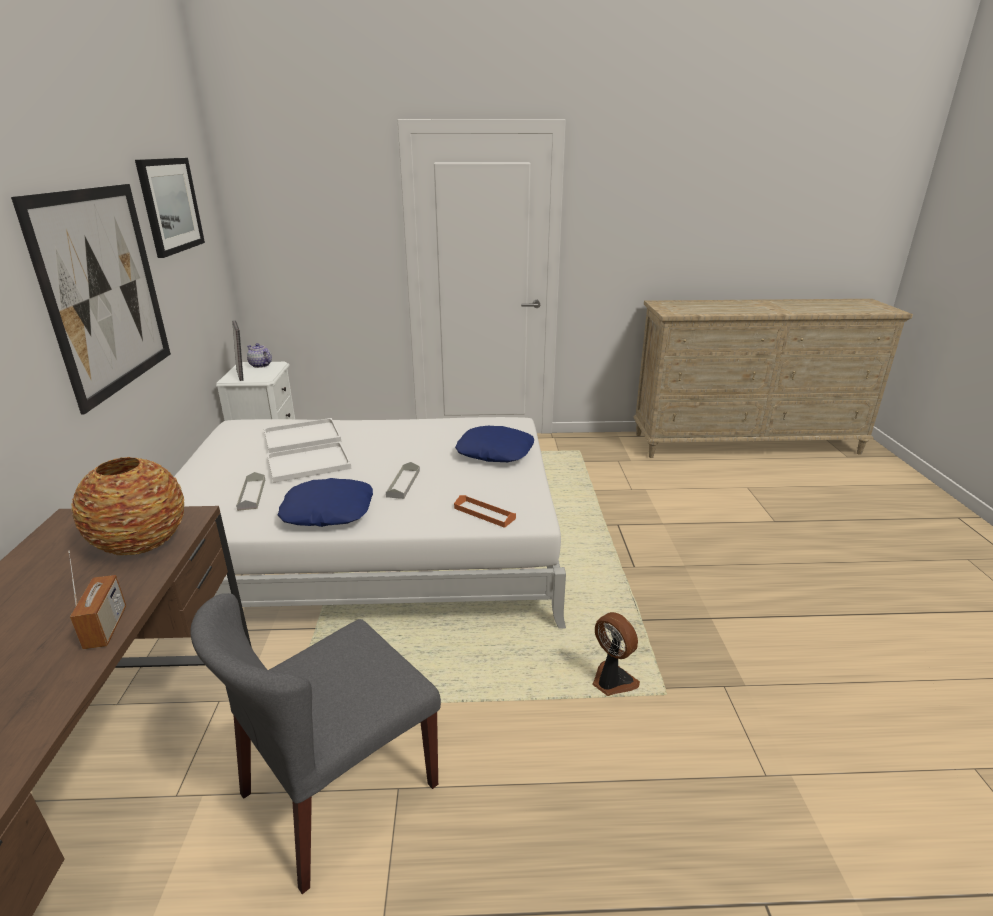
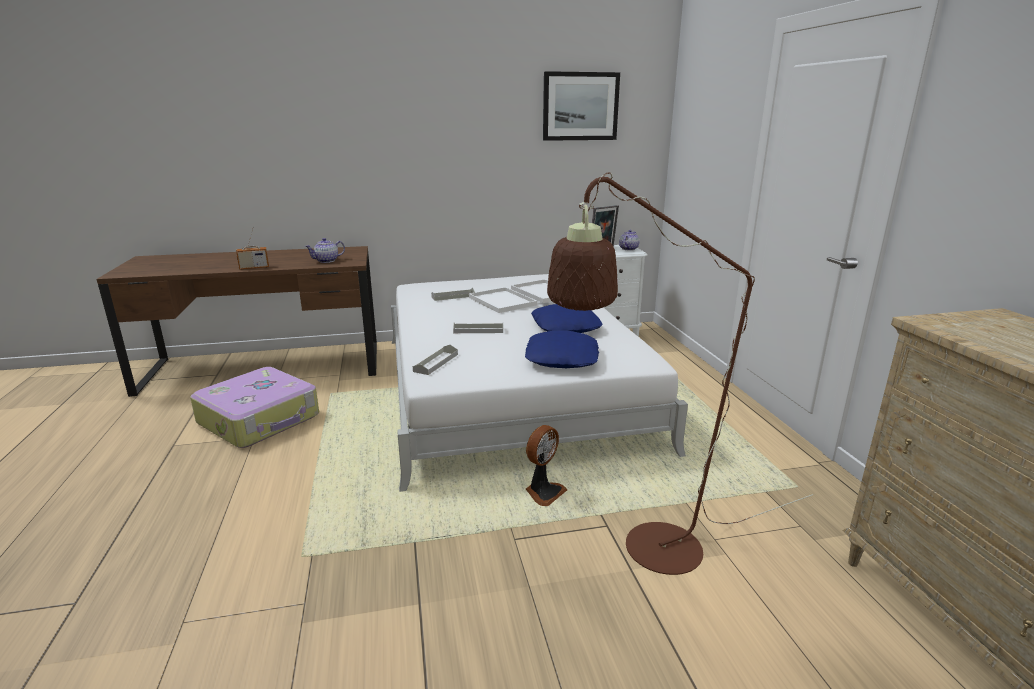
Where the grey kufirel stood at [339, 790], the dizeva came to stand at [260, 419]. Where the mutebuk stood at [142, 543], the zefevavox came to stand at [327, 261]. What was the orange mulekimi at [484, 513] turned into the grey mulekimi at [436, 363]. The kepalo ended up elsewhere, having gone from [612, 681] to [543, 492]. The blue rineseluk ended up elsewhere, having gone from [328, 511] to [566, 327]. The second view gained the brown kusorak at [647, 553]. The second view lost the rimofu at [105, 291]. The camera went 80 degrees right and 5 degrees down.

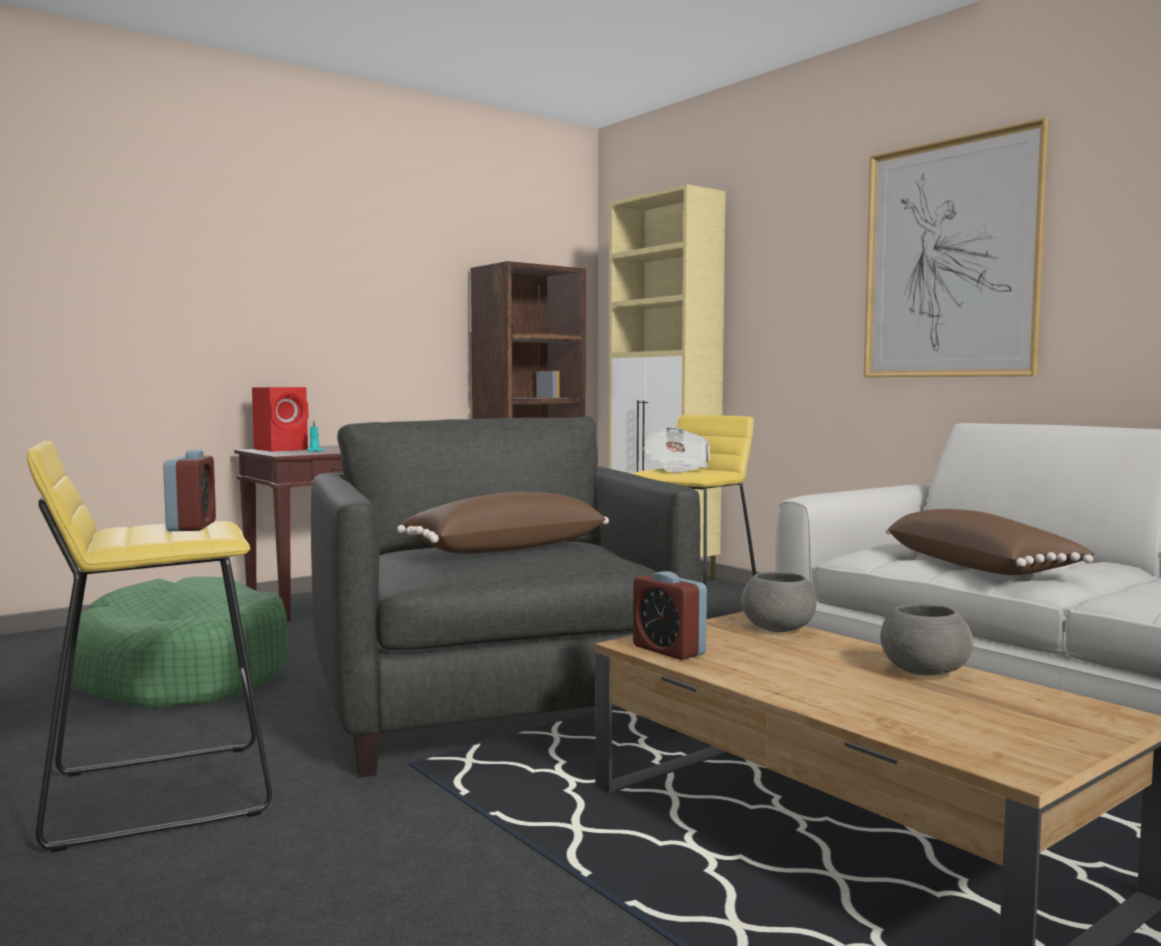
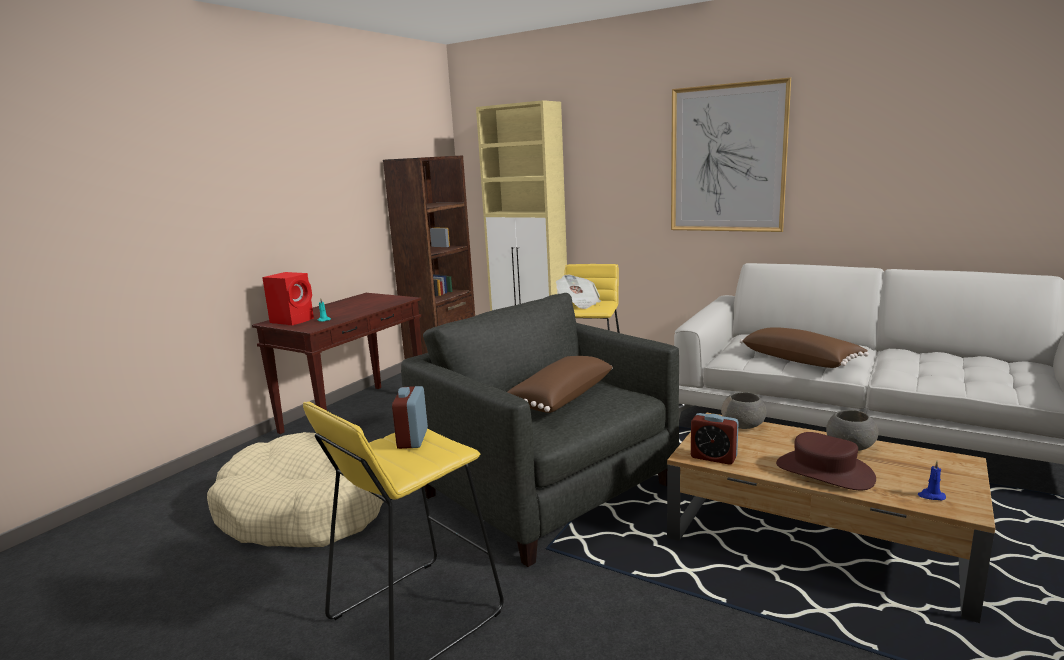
What was the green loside at [180, 674] turned into the beige loside at [305, 510]. The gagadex at [191, 526] ended up facing another way, 150 degrees counterclockwise from before. The second view gained the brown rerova at [824, 472]. The second view gained the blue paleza at [931, 496]. The camera went 20 degrees left and 10 degrees up.

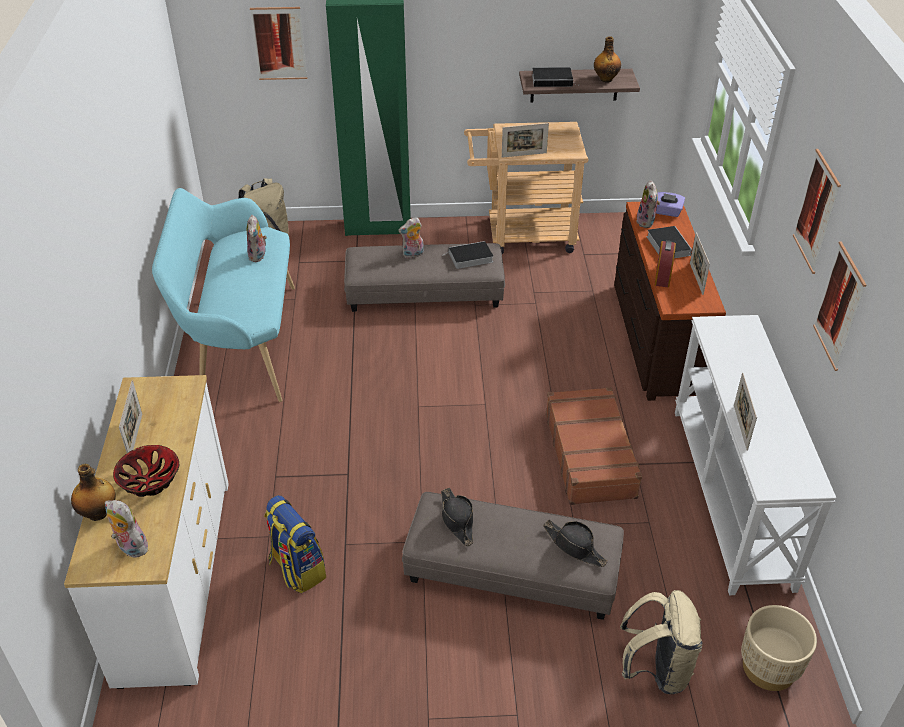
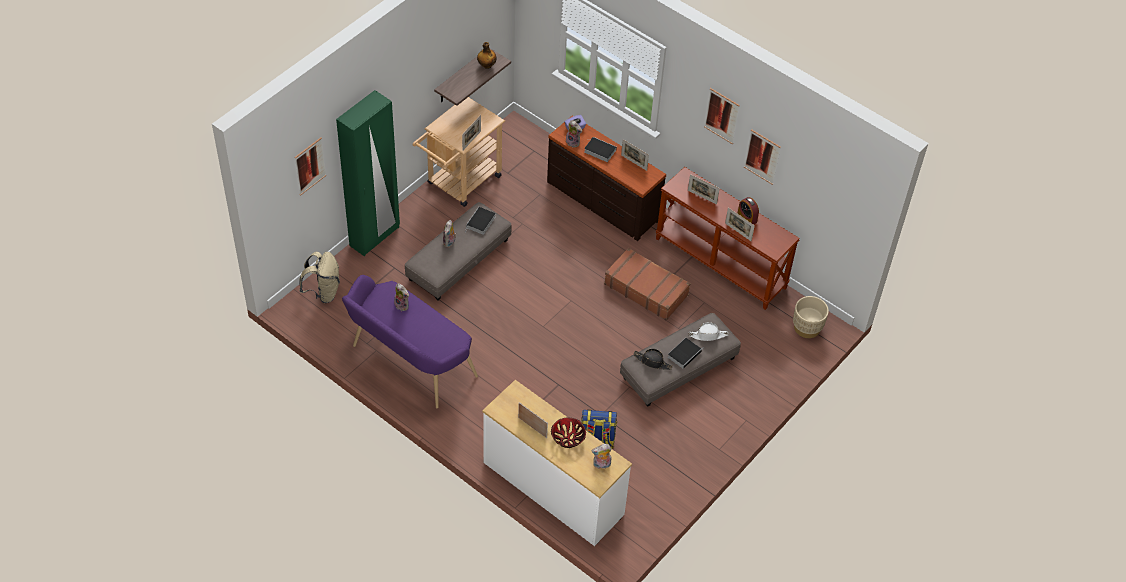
What was the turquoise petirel at [241, 343] turned into the purple petirel at [409, 363]. What was the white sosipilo at [732, 495] turned into the brown sosipilo at [721, 262]. The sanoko ended up elsewhere, having gone from [553, 80] to [684, 353]. The second view gained the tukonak at [702, 197]. What was the black rerova at [574, 546] turned into the white rerova at [708, 335]. The gagadex ended up elsewhere, having gone from [662, 276] to [747, 217]. The second view lost the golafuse at [99, 513]. The second view lost the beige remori at [657, 669]. The camera went 50 degrees left and 10 degrees up.

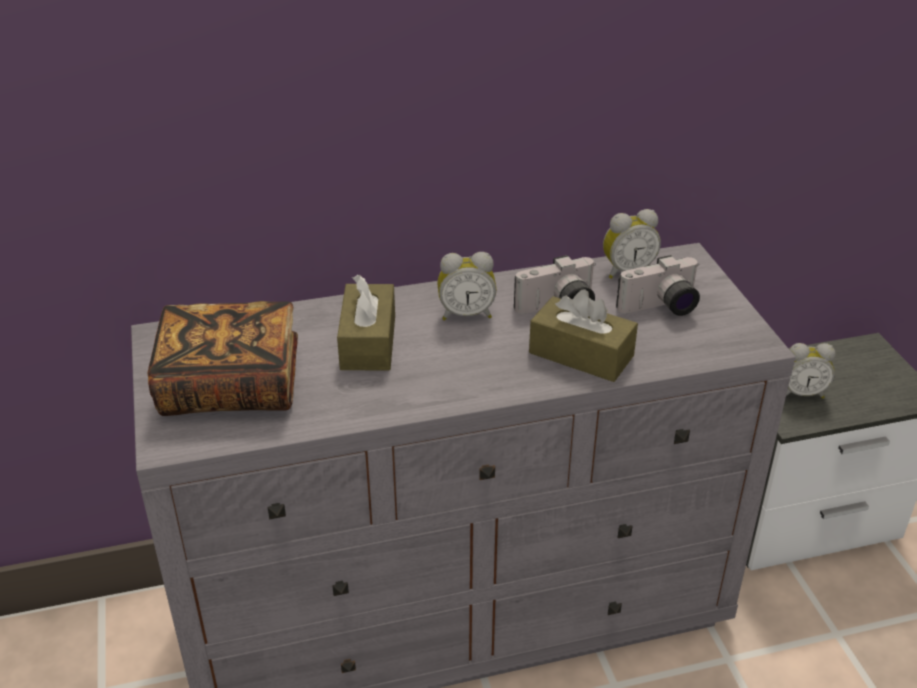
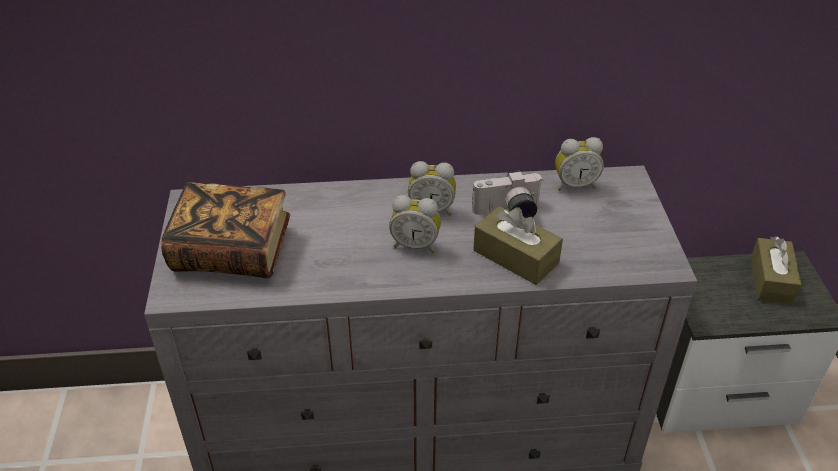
The gagadex ended up elsewhere, having gone from [800, 393] to [415, 245]. The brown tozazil ended up elsewhere, having gone from [368, 342] to [771, 280]. The second view lost the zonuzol at [661, 308]. The camera went 10 degrees right and 5 degrees up.

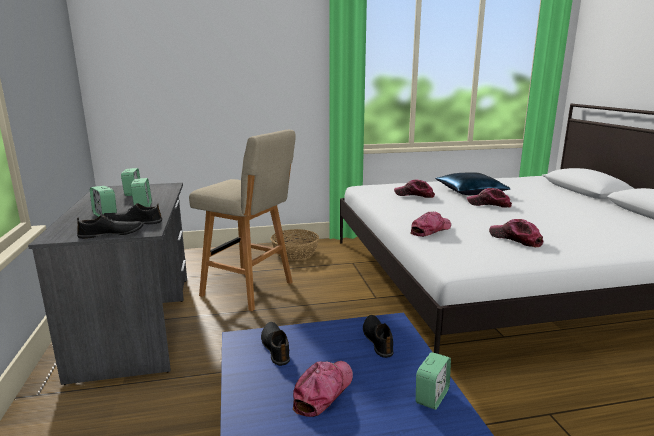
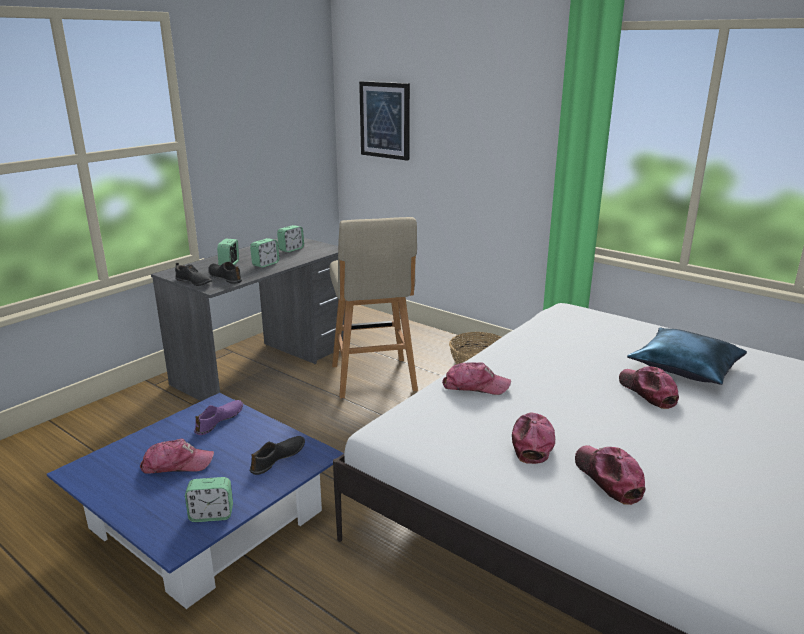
What was the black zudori at [276, 347] turned into the purple zudori at [219, 421]. The second view gained the rimofu at [385, 120]. The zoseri ended up elsewhere, having gone from [414, 195] to [608, 478]. The camera went 50 degrees right and 5 degrees up.

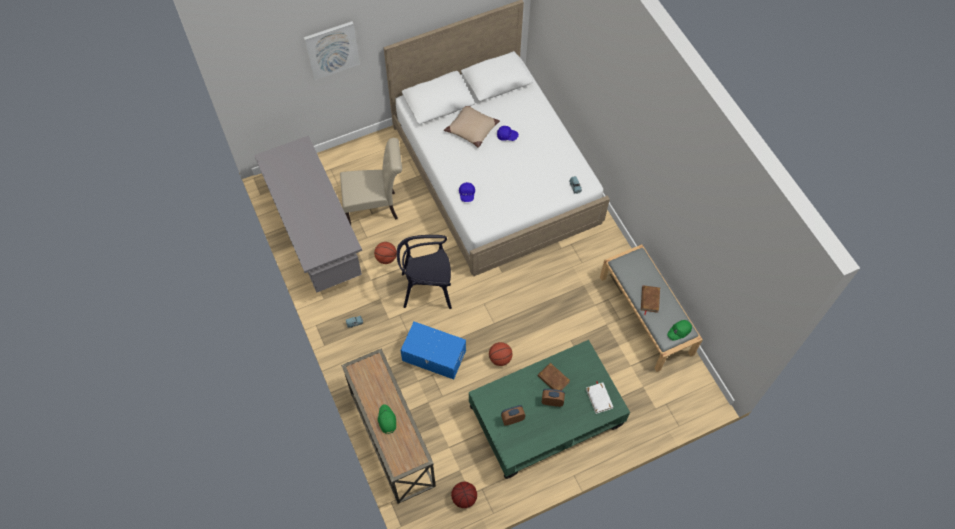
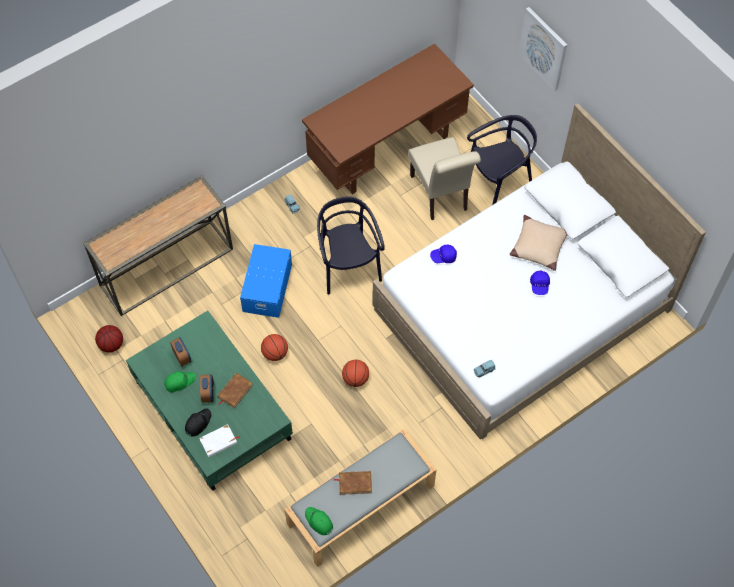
The green zoseri ended up elsewhere, having gone from [386, 420] to [179, 381]. The second view gained the black zoseri at [197, 423]. What was the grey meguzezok at [316, 238] turned into the brown meguzezok at [387, 149]. The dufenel ended up elsewhere, having gone from [386, 258] to [355, 378]. The second view gained the black kufirel at [498, 183]. The camera went 80 degrees right and 0 degrees up.

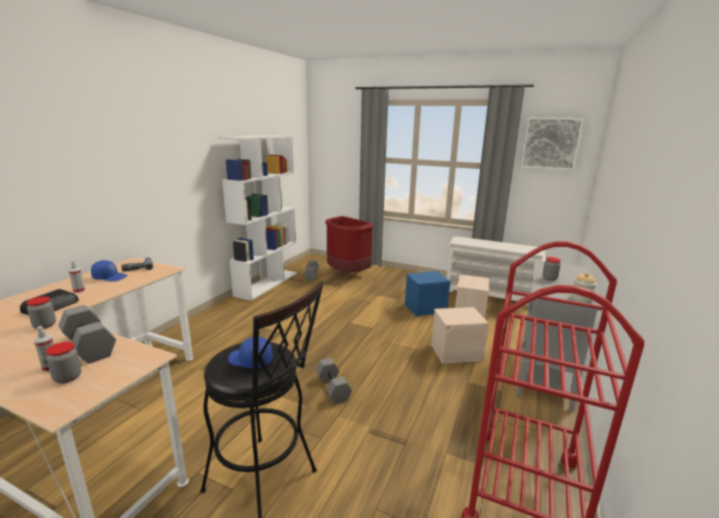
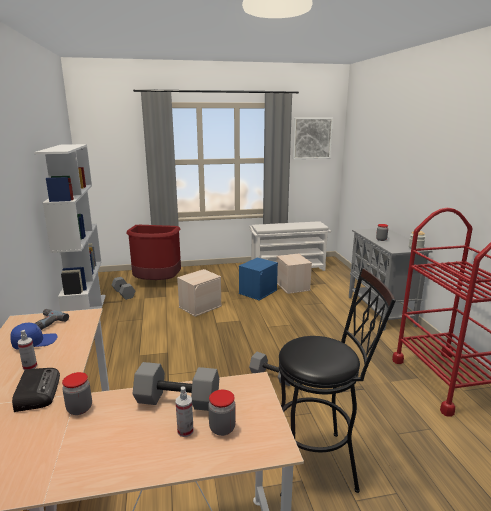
The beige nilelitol ended up elsewhere, having gone from [456, 352] to [200, 306]. The second view lost the blue zoseri at [250, 360]. The camera went 35 degrees left and 0 degrees up.

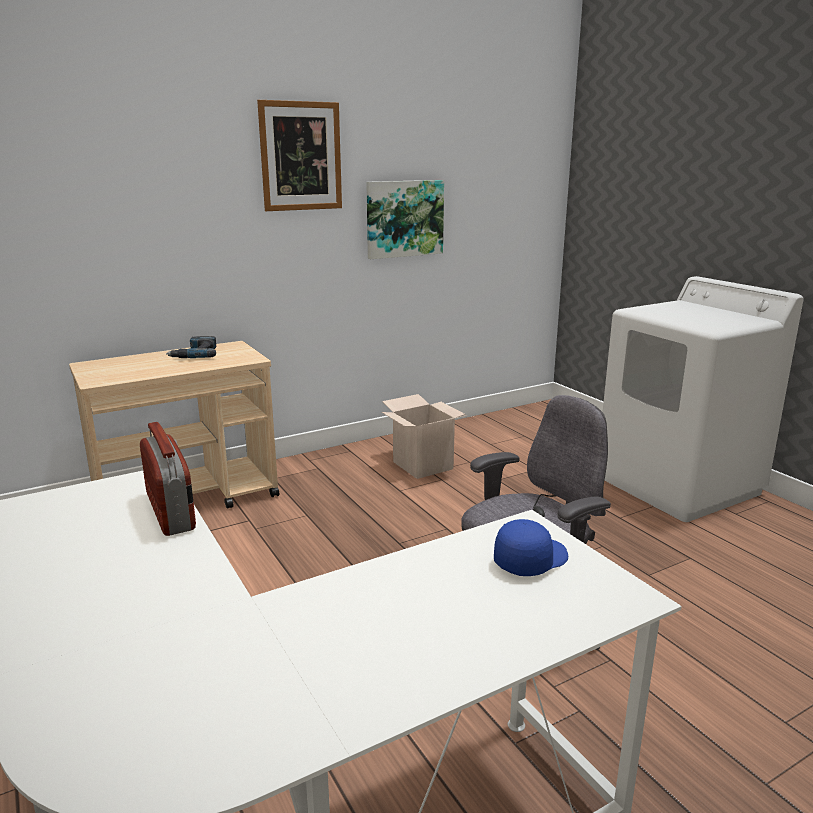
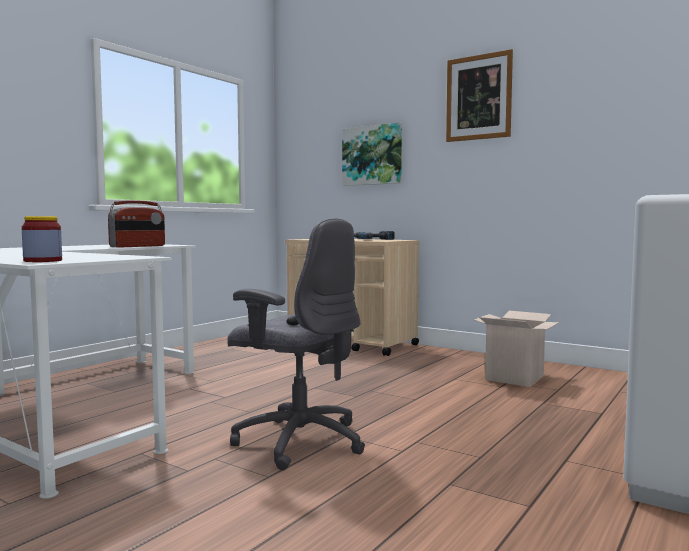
The second view gained the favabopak at [43, 261]. The rimofu ended up elsewhere, having gone from [404, 218] to [372, 155]. The second view lost the blue zoseri at [530, 560]. The camera went 65 degrees right and 15 degrees down.

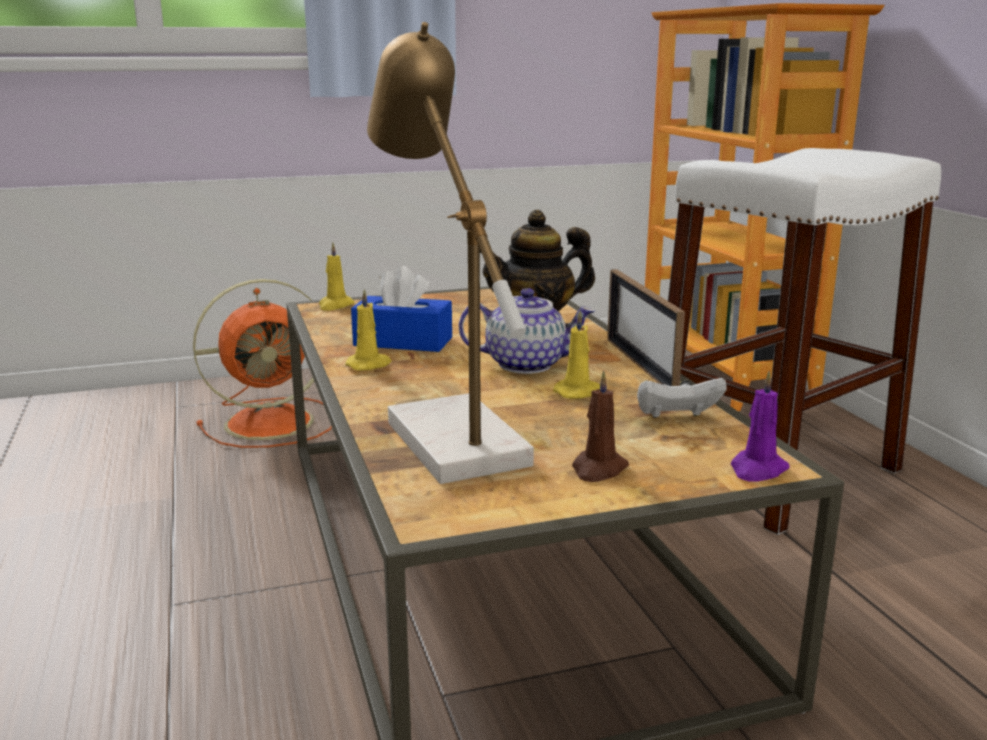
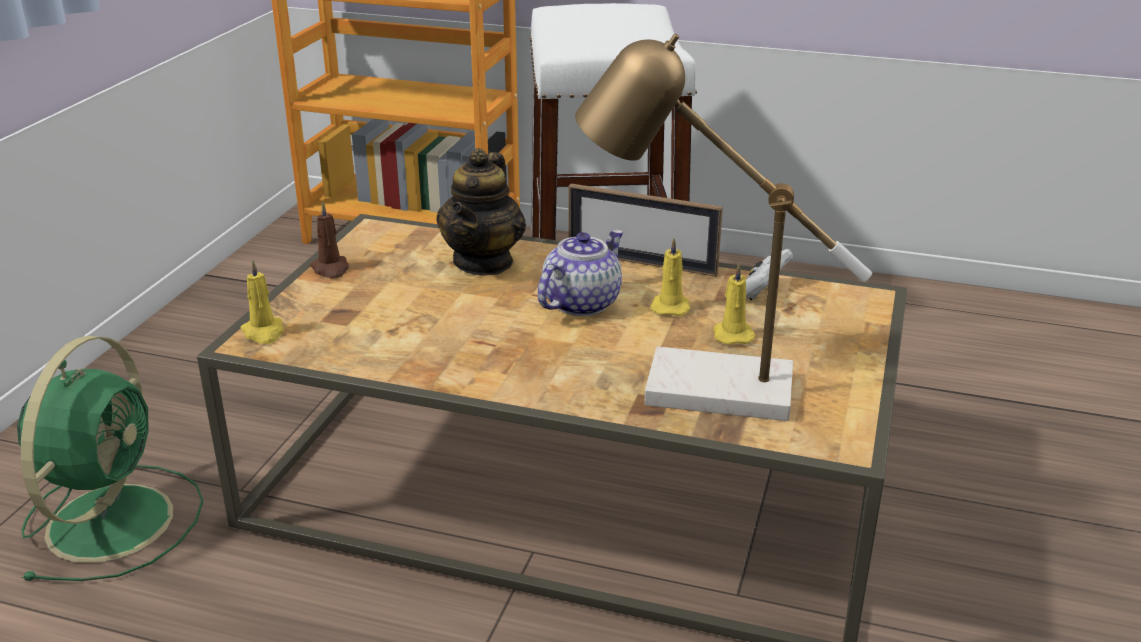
What was the orange kepalo at [273, 422] turned into the green kepalo at [113, 519]. The brown paleza ended up elsewhere, having gone from [598, 469] to [331, 269]. The yellow paleza ended up elsewhere, having gone from [369, 365] to [732, 334]. The second view lost the blue tozazil at [403, 342]. The second view lost the purple paleza at [757, 469]. The camera went 55 degrees left and 10 degrees up.

